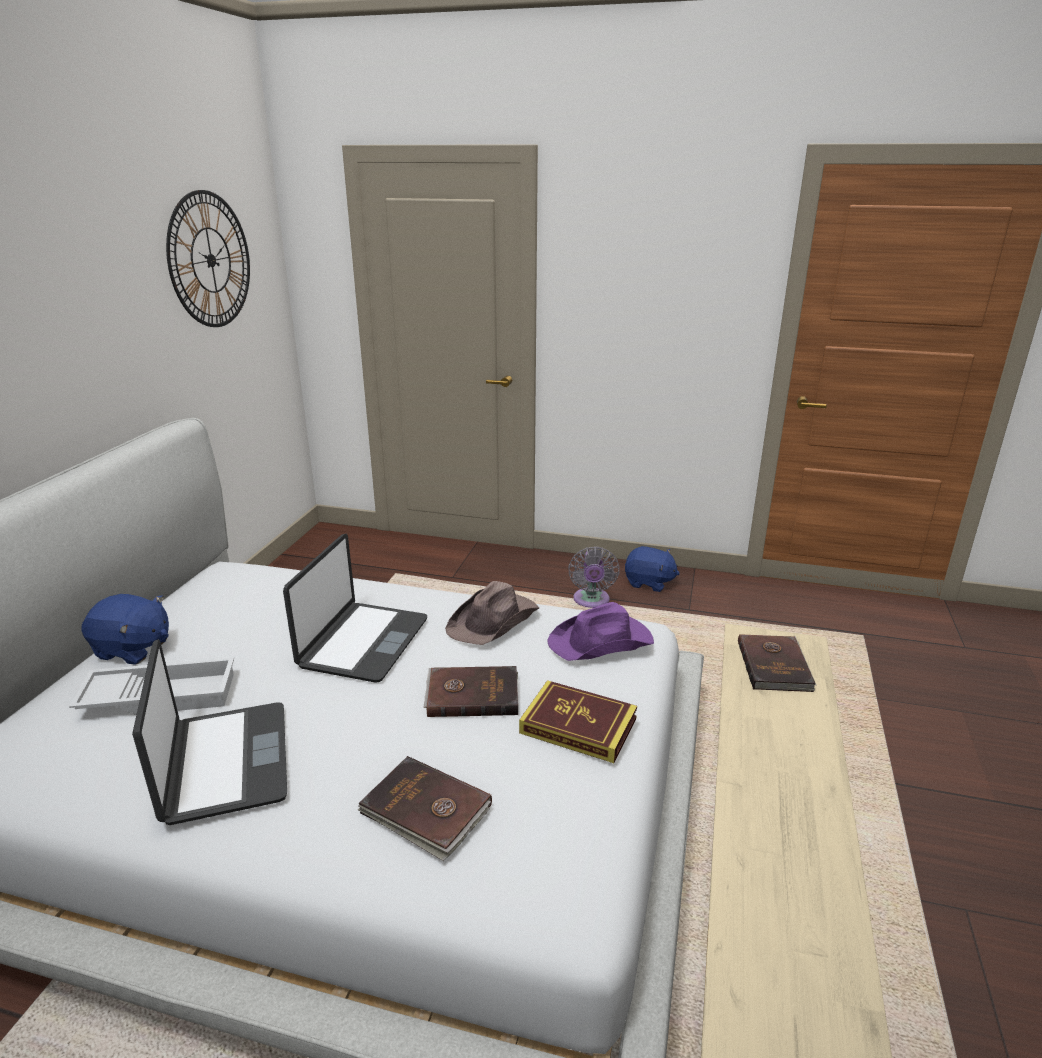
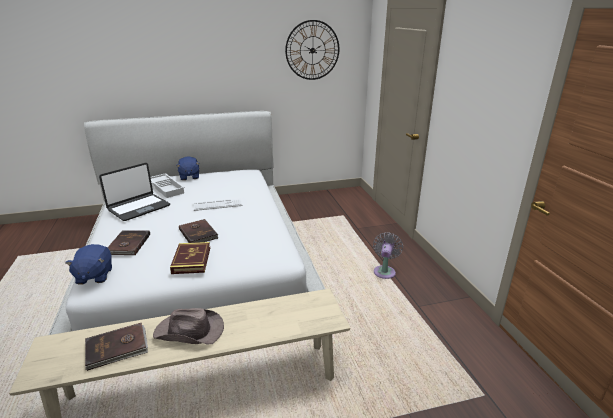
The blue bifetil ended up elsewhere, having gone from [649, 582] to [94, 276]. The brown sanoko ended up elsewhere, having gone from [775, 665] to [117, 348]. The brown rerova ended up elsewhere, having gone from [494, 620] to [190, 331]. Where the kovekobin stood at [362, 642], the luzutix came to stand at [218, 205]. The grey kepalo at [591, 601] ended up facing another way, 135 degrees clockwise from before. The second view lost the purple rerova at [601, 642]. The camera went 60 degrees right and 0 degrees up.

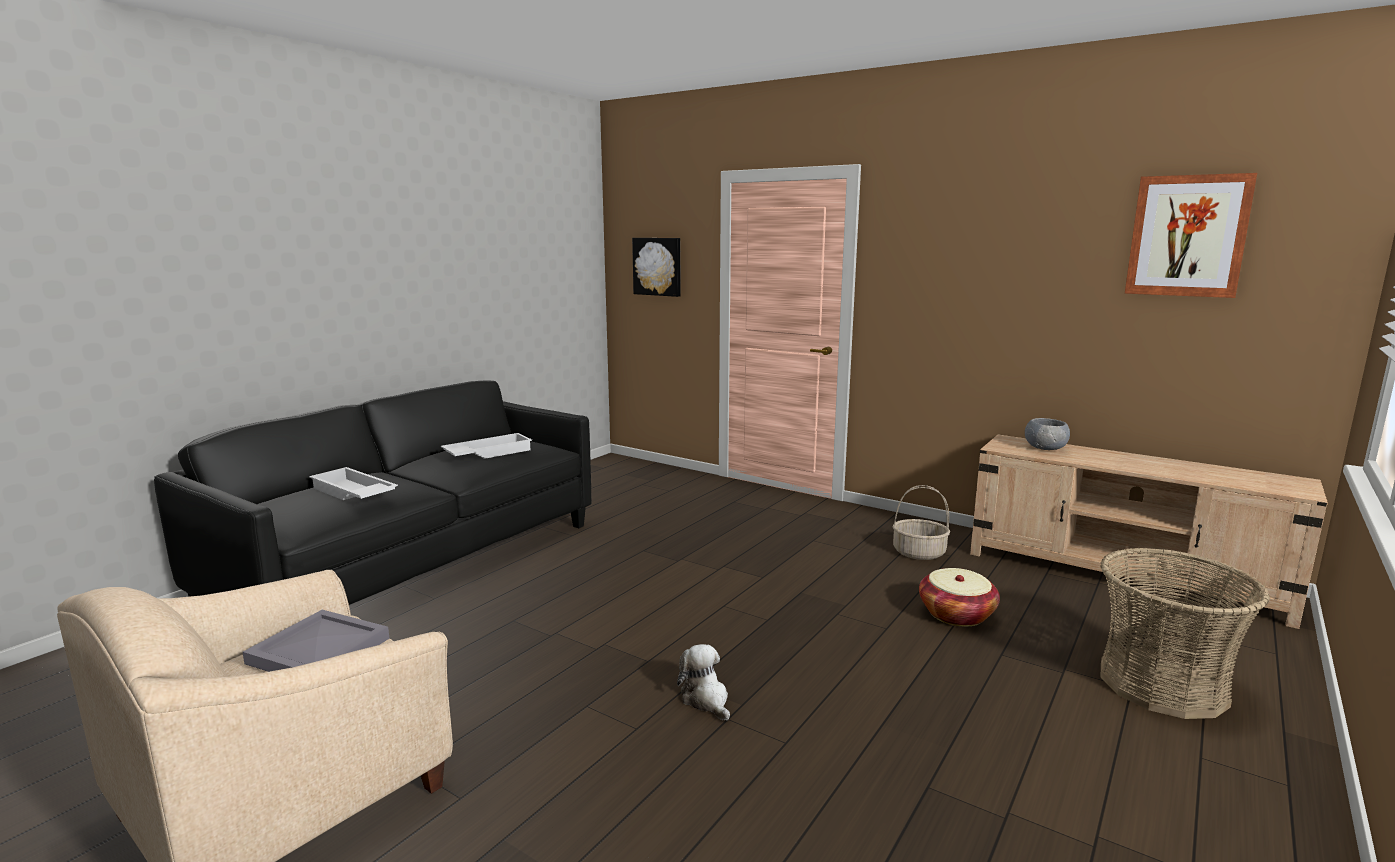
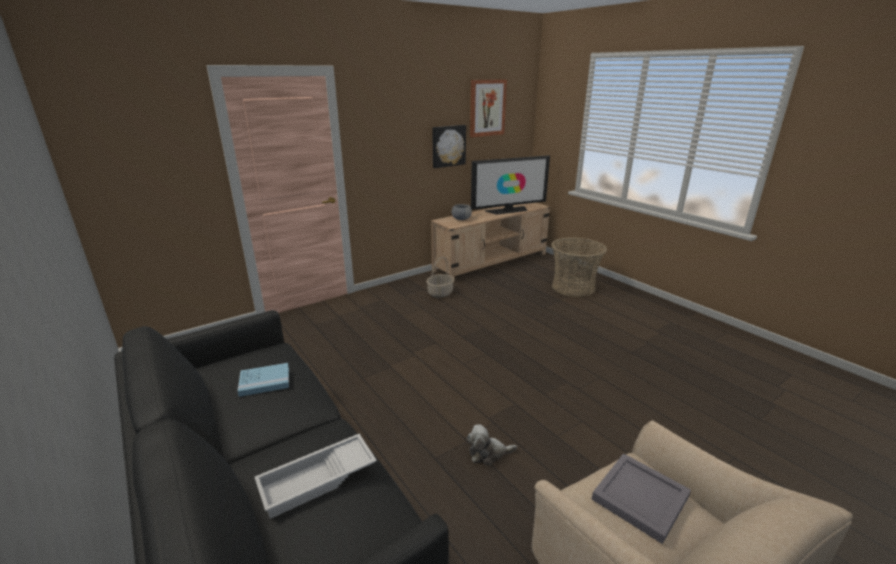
Where the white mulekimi stood at [488, 453], the blue sanoko came to stand at [264, 381]. The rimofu ended up elsewhere, having gone from [658, 266] to [448, 146]. The bifetil ended up elsewhere, having gone from [706, 699] to [488, 453]. The second view gained the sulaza at [508, 210]. The second view lost the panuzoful at [956, 614]. The camera went 70 degrees left and 10 degrees up.

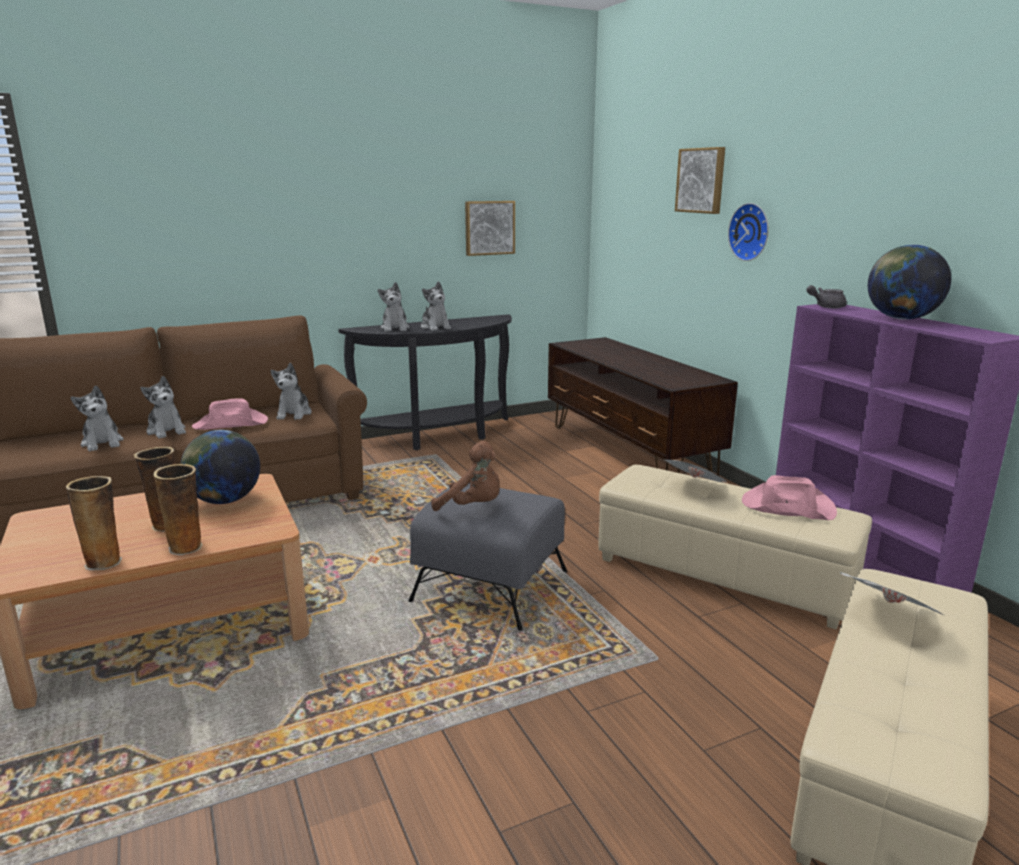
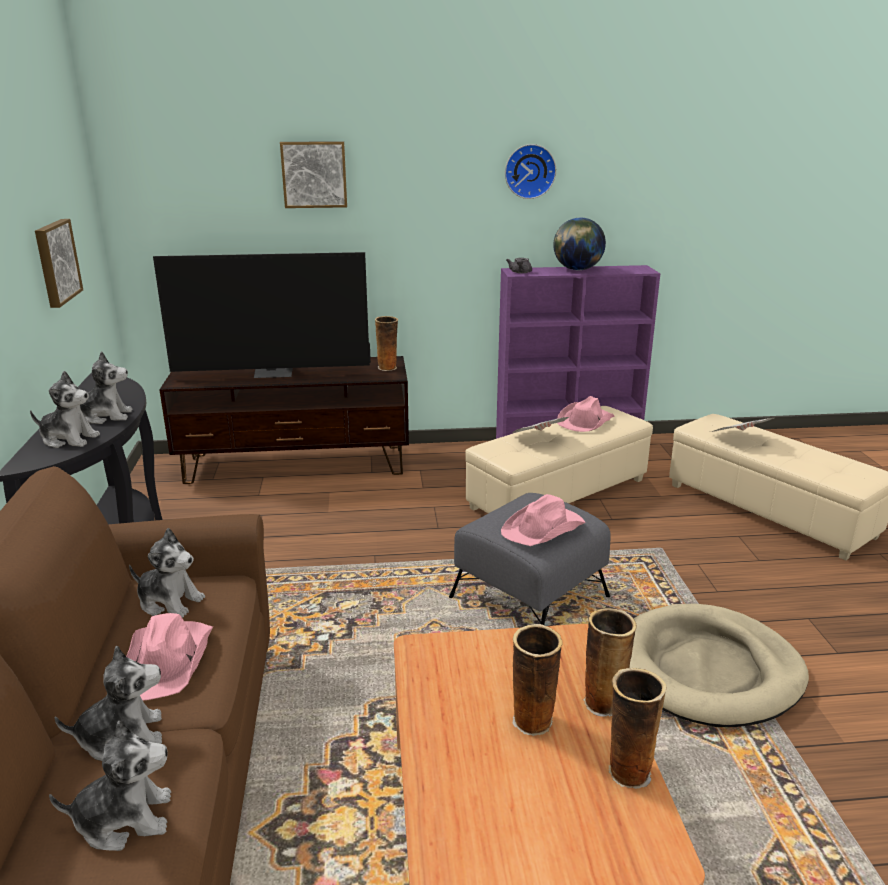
The second view gained the sulaza at [274, 373]. The second view gained the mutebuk at [388, 368]. Where the brown bifetil stood at [473, 507], the pink rerova came to stand at [544, 529]. The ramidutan ended up elsewhere, having gone from [751, 232] to [529, 171]. The second view gained the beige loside at [706, 670]. The second view lost the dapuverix at [225, 500]. The camera went 70 degrees left and 5 degrees up.

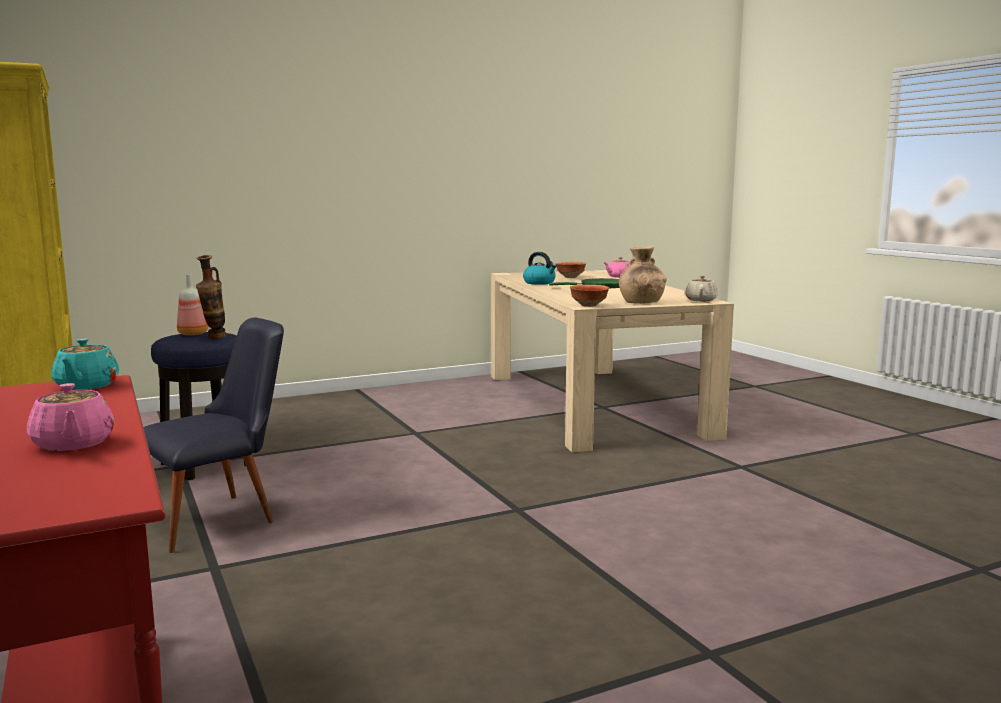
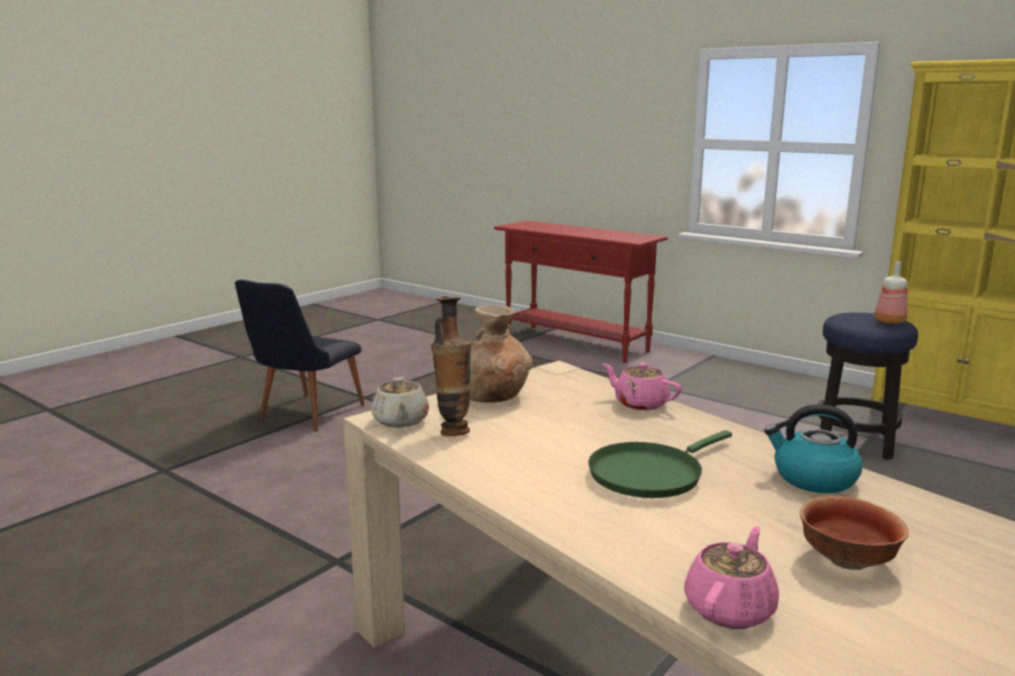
The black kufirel ended up elsewhere, having gone from [219, 519] to [304, 416]. The mutebuk ended up elsewhere, having gone from [214, 338] to [453, 431]. The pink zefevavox ended up elsewhere, having gone from [73, 444] to [640, 403]. The second view lost the turquoise zefevavox at [86, 386]. The second view lost the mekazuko at [589, 305]. The camera went 155 degrees right and 5 degrees up.

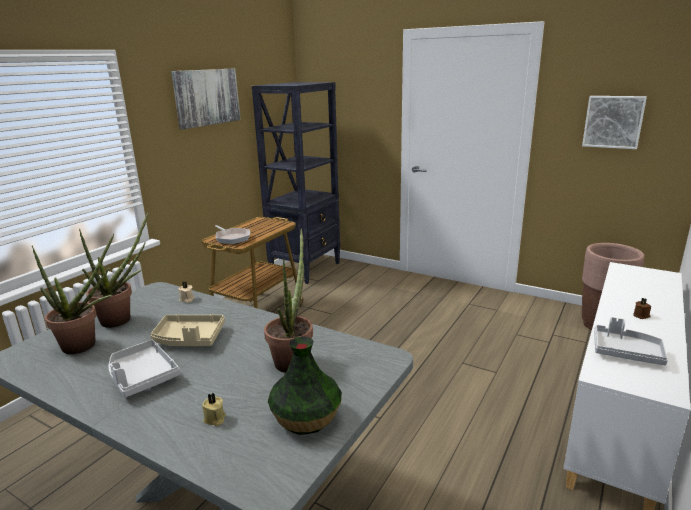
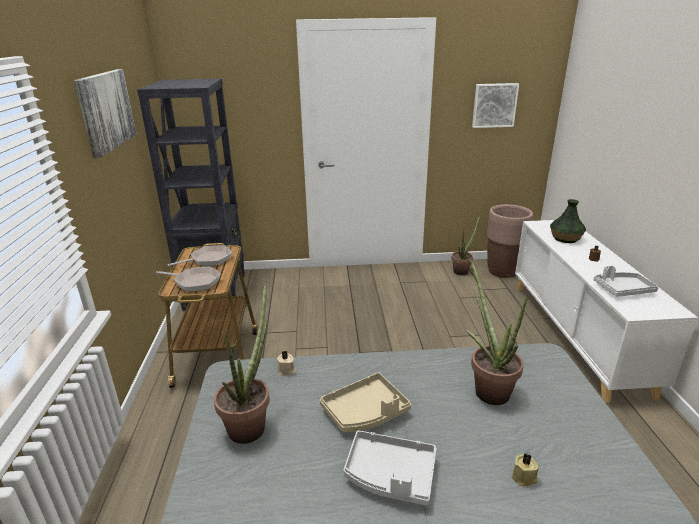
The second view gained the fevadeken at [208, 259]. The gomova ended up elsewhere, having gone from [86, 345] to [462, 270]. The mutebuk ended up elsewhere, having gone from [307, 418] to [565, 238]. The camera went 35 degrees left and 5 degrees up.

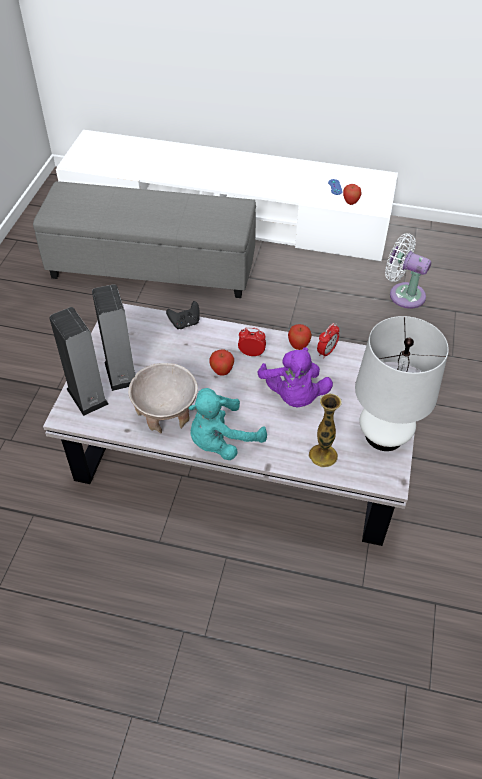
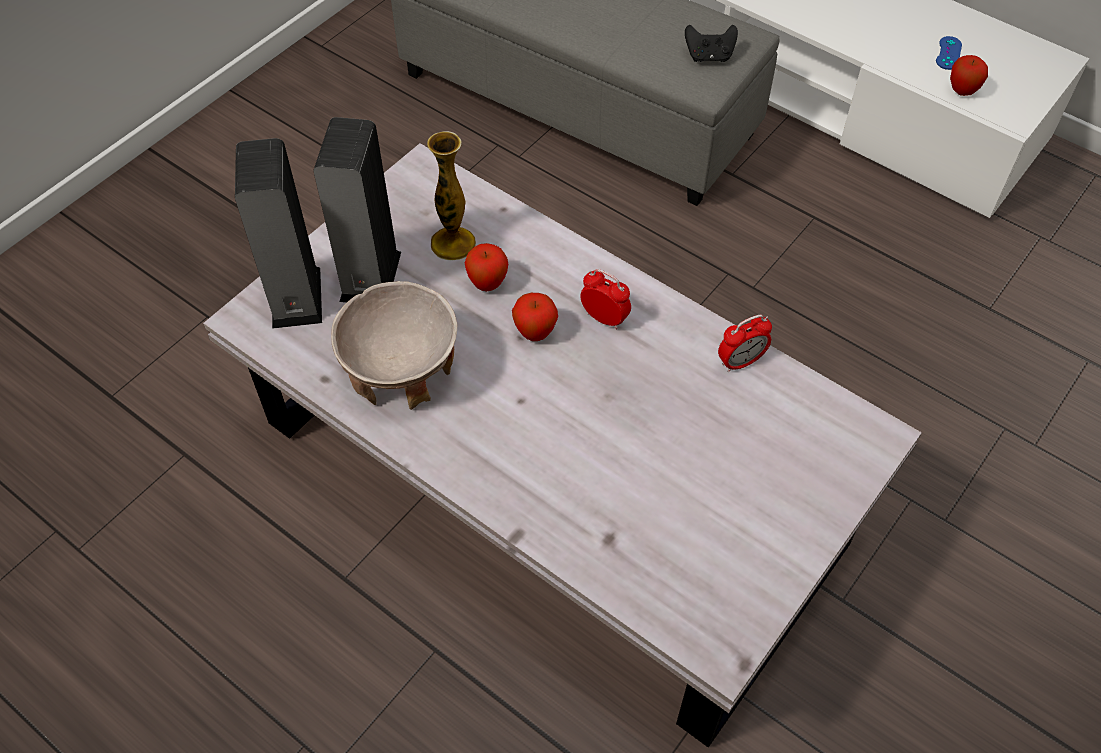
The mutebuk ended up elsewhere, having gone from [323, 455] to [453, 243]. The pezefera ended up elsewhere, having gone from [298, 346] to [487, 284]. The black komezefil ended up elsewhere, having gone from [185, 323] to [709, 56]. The second view lost the turquoise bifetil at [222, 441]. The second view lost the purple bifetil at [293, 396]. The second view lost the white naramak at [384, 435]. The second view lost the white kepalo at [403, 294]. The camera went 25 degrees right and 5 degrees up.

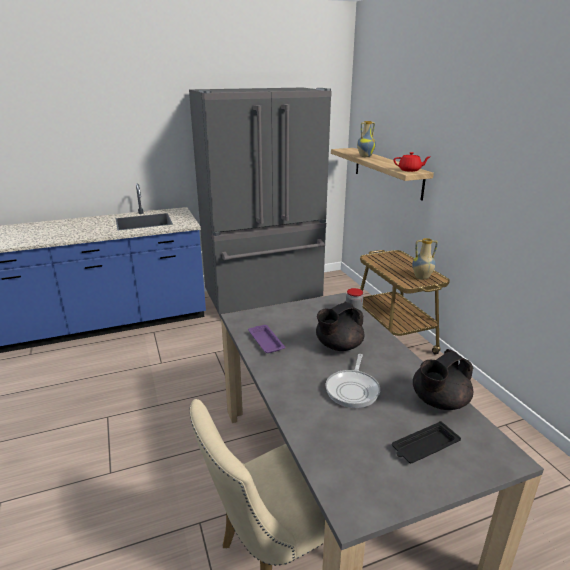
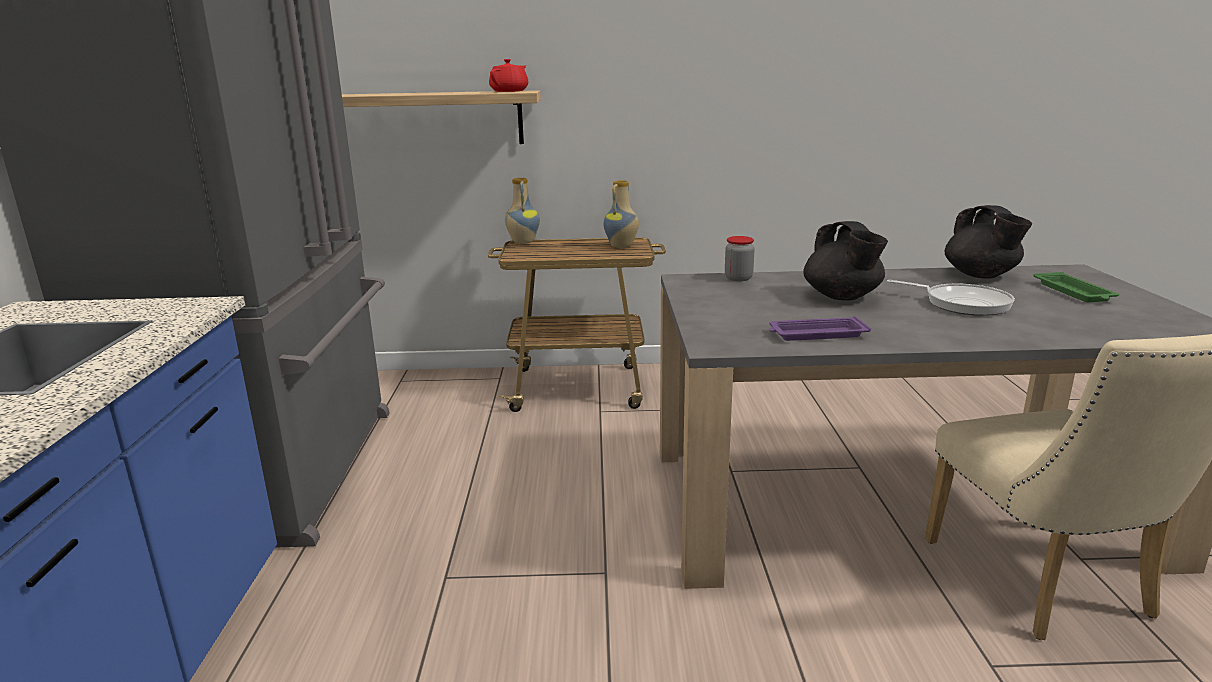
The mutebuk ended up elsewhere, having gone from [365, 156] to [522, 242]. What was the black mulekimi at [424, 446] turned into the green mulekimi at [1074, 292]. The camera went 70 degrees left and 5 degrees down.

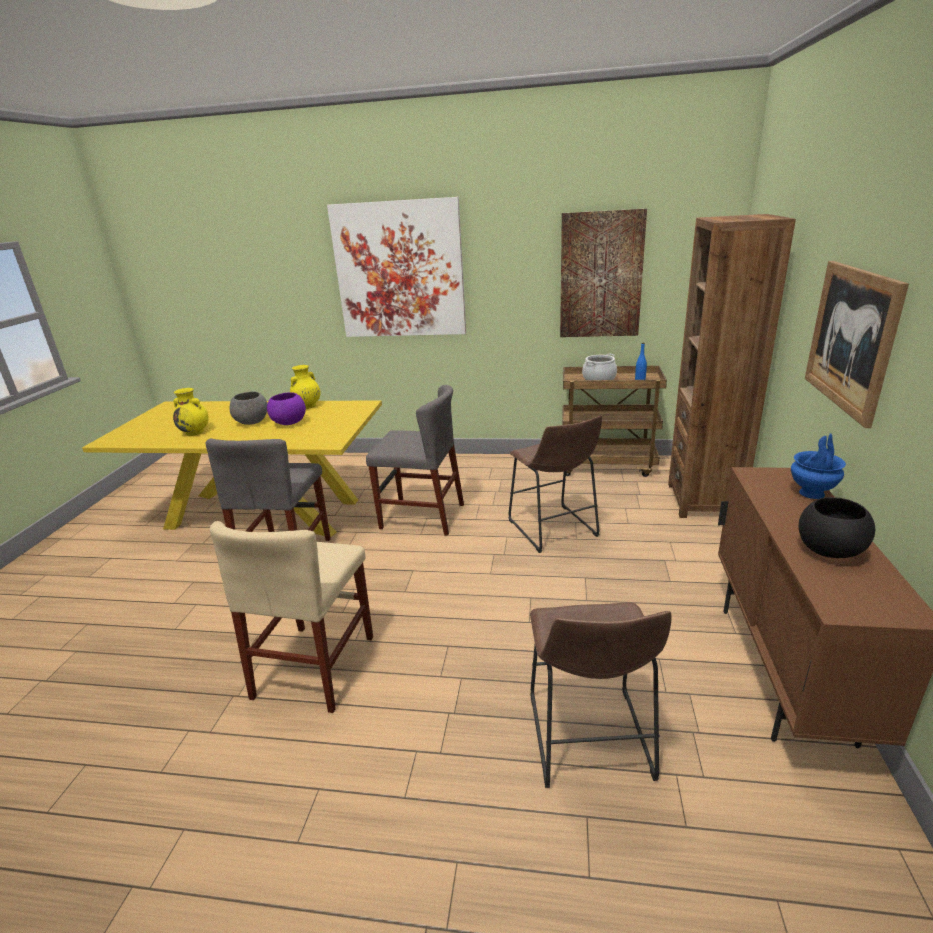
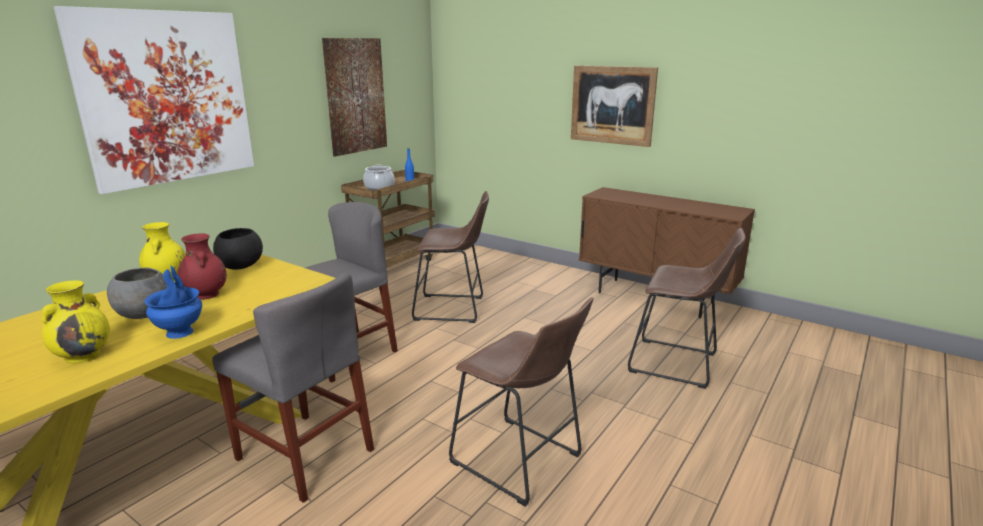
The blue mutebuk ended up elsewhere, having gone from [811, 493] to [179, 333]. Where the purple mekazuko stood at [289, 423], the red mutebuk came to stand at [206, 295]. The black mekazuko ended up elsewhere, having gone from [830, 552] to [241, 267]. Where the beige kufirel stood at [315, 666], the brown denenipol came to stand at [521, 463]. The second view lost the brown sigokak at [704, 501]. The camera went 65 degrees left and 5 degrees down.

